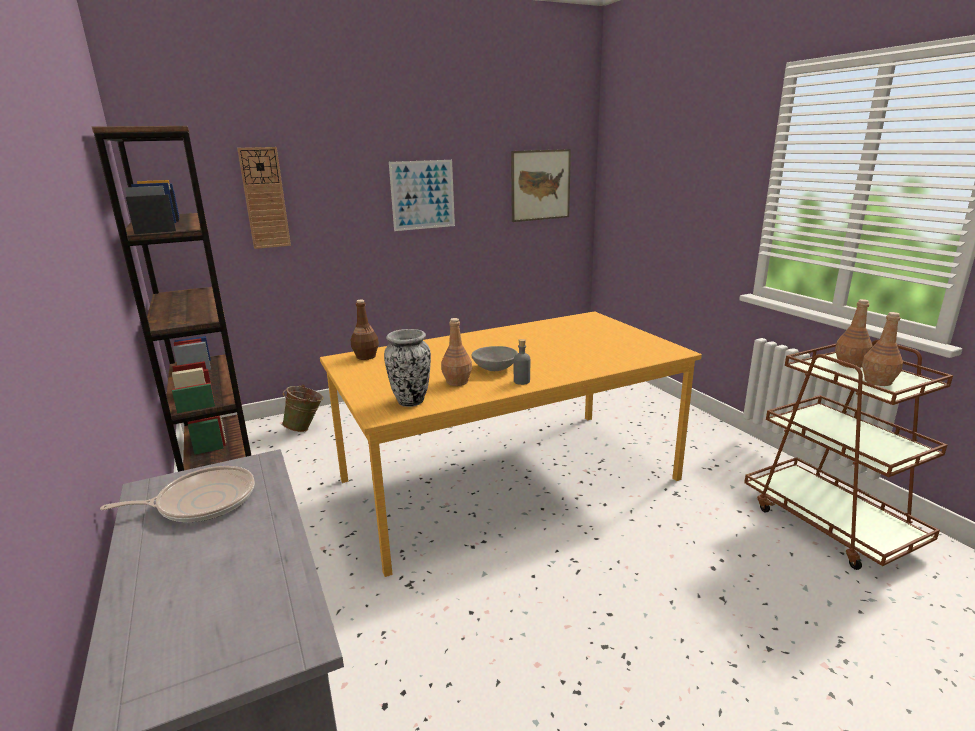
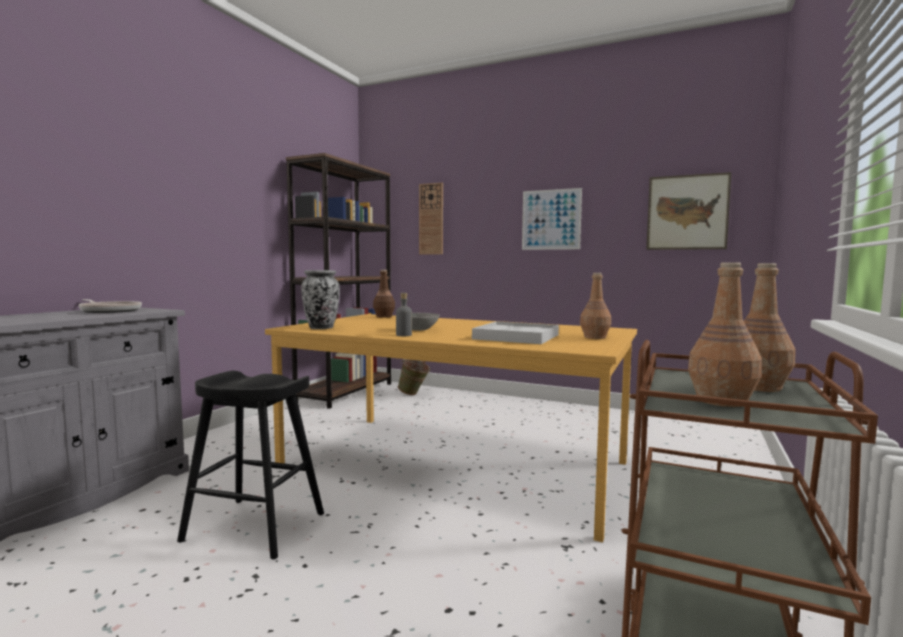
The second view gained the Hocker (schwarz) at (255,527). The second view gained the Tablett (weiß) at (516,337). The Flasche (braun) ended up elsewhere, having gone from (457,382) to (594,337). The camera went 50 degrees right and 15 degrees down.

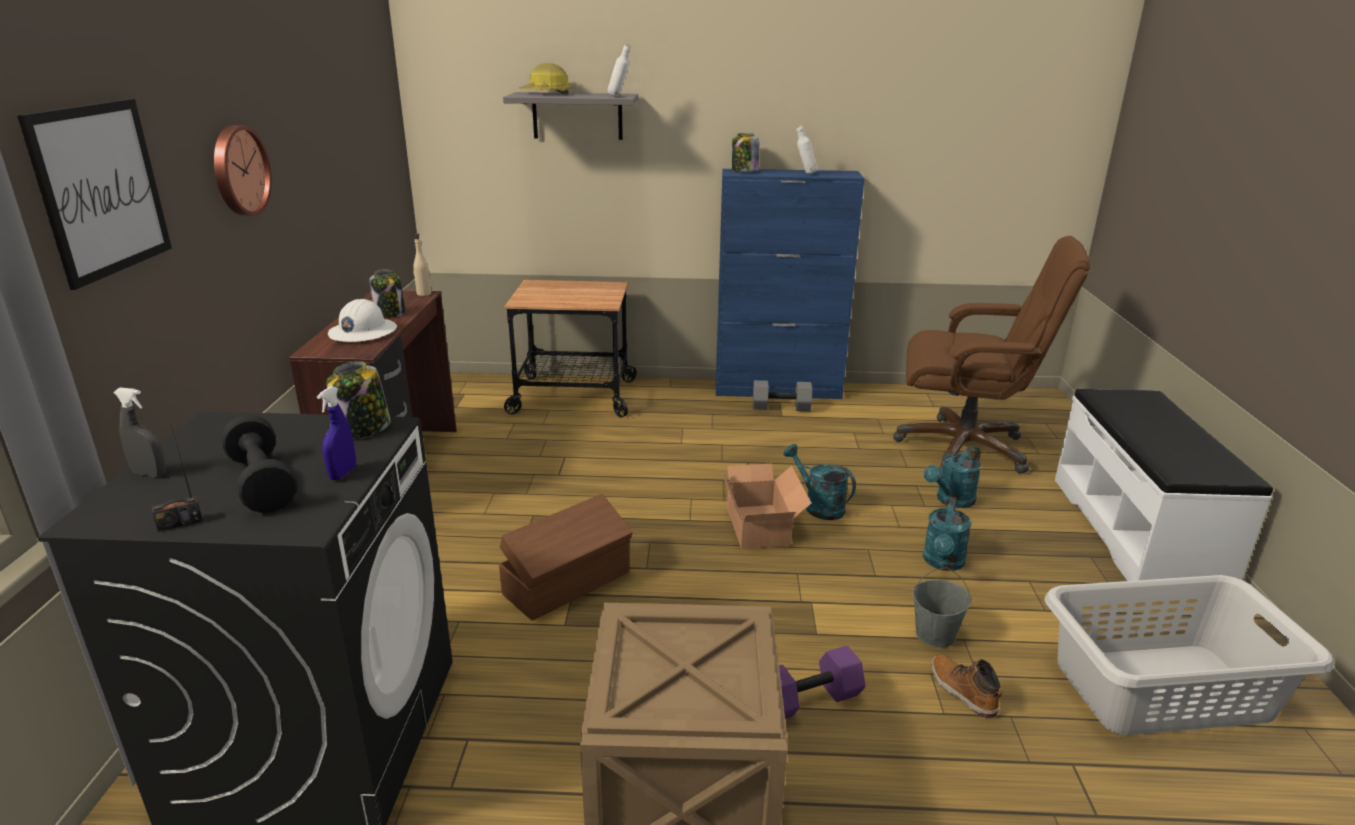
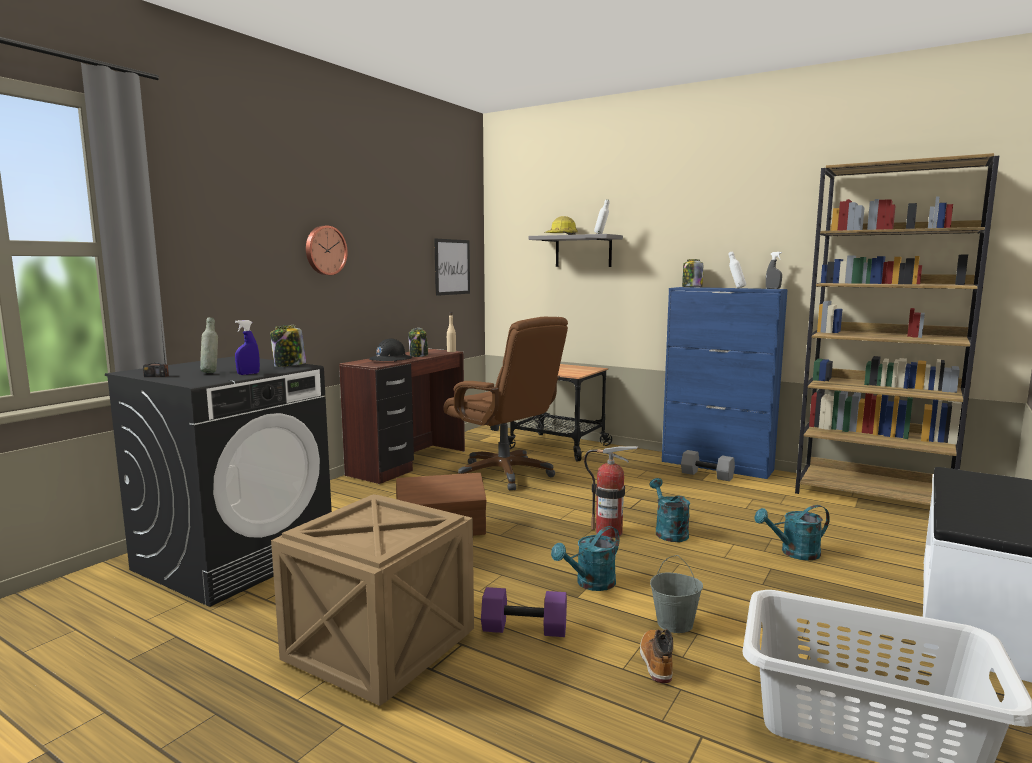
The second view gained the Bücherregal (braun) at (873,495). The Bild ended up elsewhere, having gone from (101,190) to (452,267). The Sprühflasche (grau) ended up elsewhere, having gone from (149,473) to (773,288). The Bürostuhl (braun) ended up elsewhere, having gone from (965,448) to (505,474). The Gießkanne (türkis) ended up elsewhere, having gone from (943,563) to (590,584). Where the Hantel (schwarz) stood at (262,483), the Flasche (grau) came to stand at (211,372). Where the Karton stood at (760,525), the Feuerlöscher came to stand at (609,532). What was the Schutzhelm (weiß) at (362,332) turned into the Schutzhelm (schwarz) at (390,360). The camera went 30 degrees right and 15 degrees down.

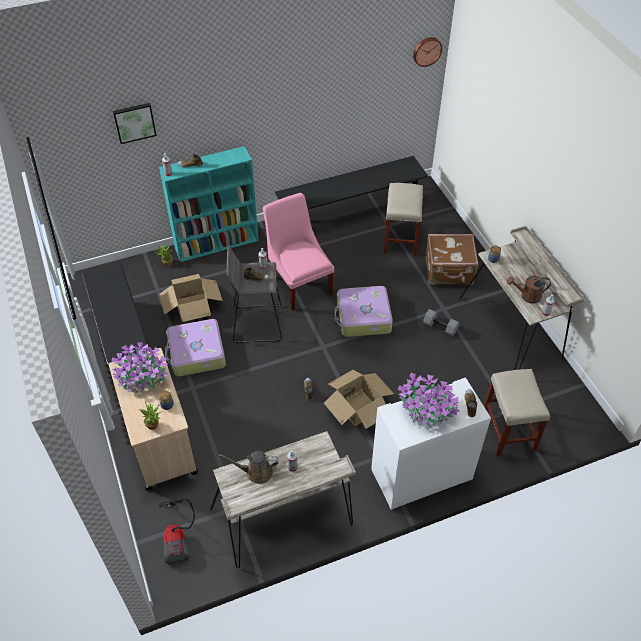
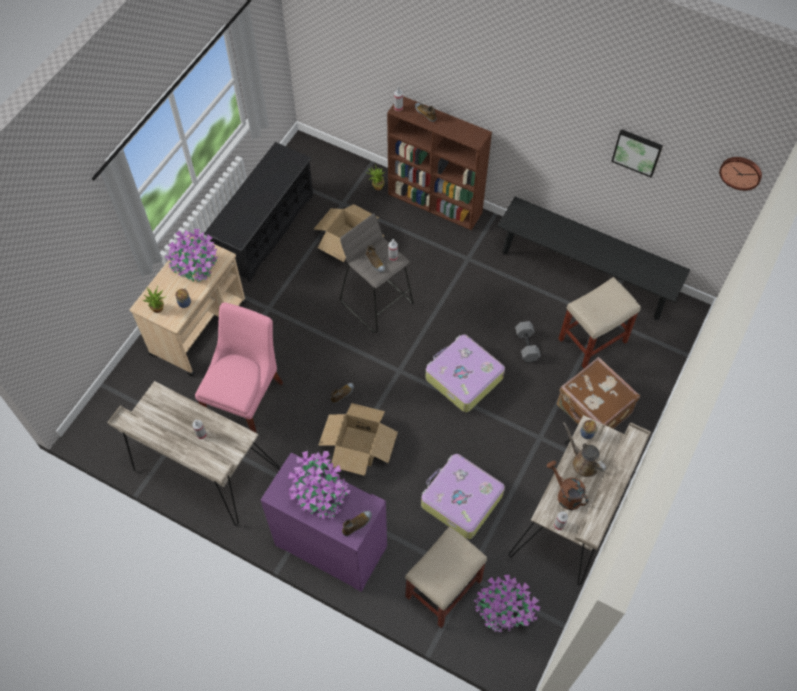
The second view lost the Staubsauger at (178,537). The second view gained the Topfpflanze at (504,610). The Bild ended up elsewhere, having gone from (134,122) to (637,151). The Koffer ended up elsewhere, having gone from (196,353) to (460,500). The Gießkanne (braun) ended up elsewhere, having gone from (256,472) to (583,462). The Stuhl (rosa) ended up elsewhere, having gone from (299,282) to (246,396). The Hantel (grau) ended up elsewhere, having gone from (440,327) to (527,346). What was the Bücherregal (türkis) at (217,244) turned into the Bücherregal (braun) at (436,203). What was the Schrank (weiß) at (421,476) turned into the Schrank (lila) at (330,546). The camera went 50 degrees right and 10 degrees up.

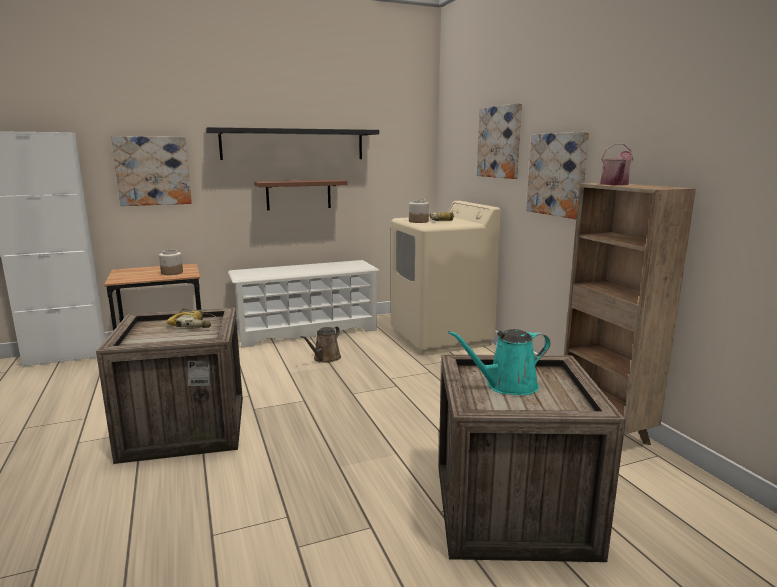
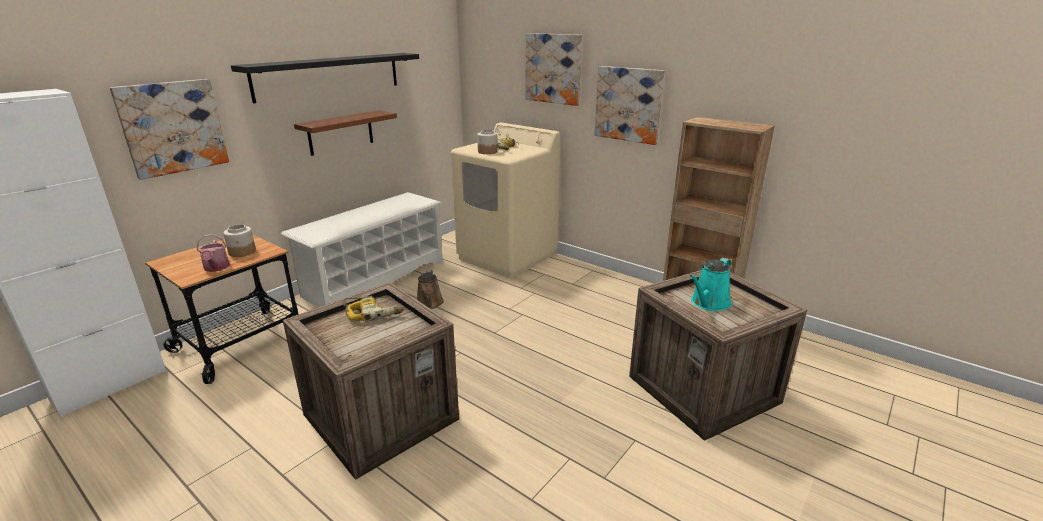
The Gießkanne ended up elsewhere, having gone from (615,184) to (216,268). The camera went 30 degrees left and 10 degrees up.

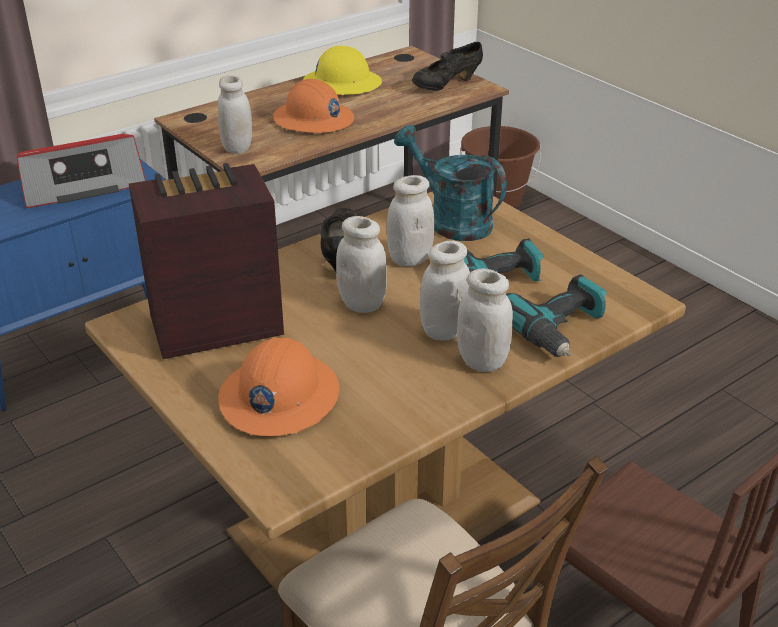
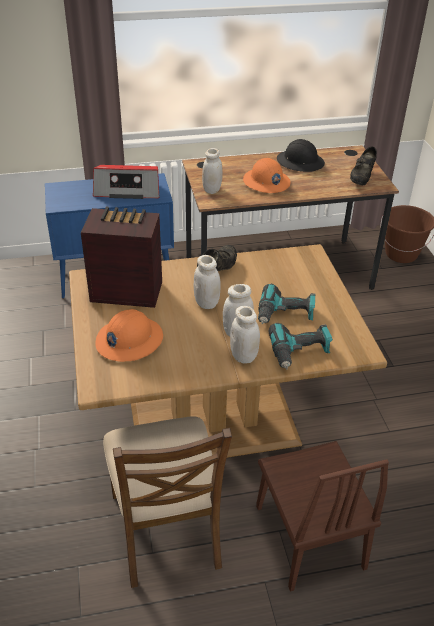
The second view lost the Vorratsglas (weiß) at (409,259). The second view lost the Gießkanne (türkis) at (451,221). What was the Schutzhelm (gelb) at (342,83) turned into the Schutzhelm (schwarz) at (300,162). The Schuh (schwarz) at (446,85) ended up facing another way, 60 degrees counterclockwise from before. The camera went 25 degrees right and 5 degrees up.

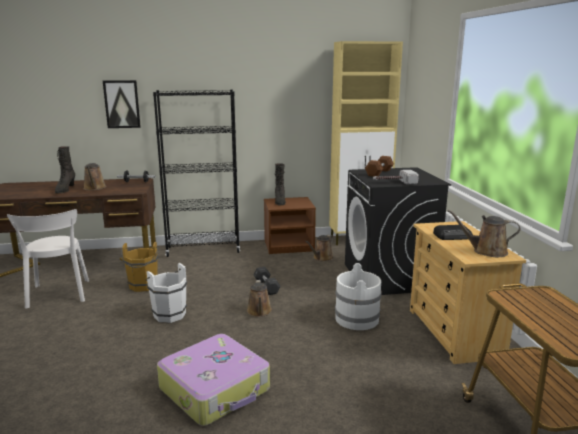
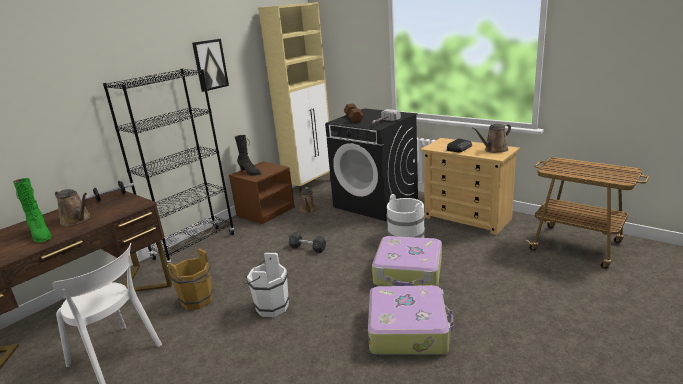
The second view lost the Gießkanne (braun) at (259,312). The second view gained the Koffer at (408,272). The Bild ended up elsewhere, having gone from (122,104) to (210,65). What was the Stiefel (schwarz) at (65,190) turned into the Stiefel (grün) at (41,235). The camera went 40 degrees left and 5 degrees up.

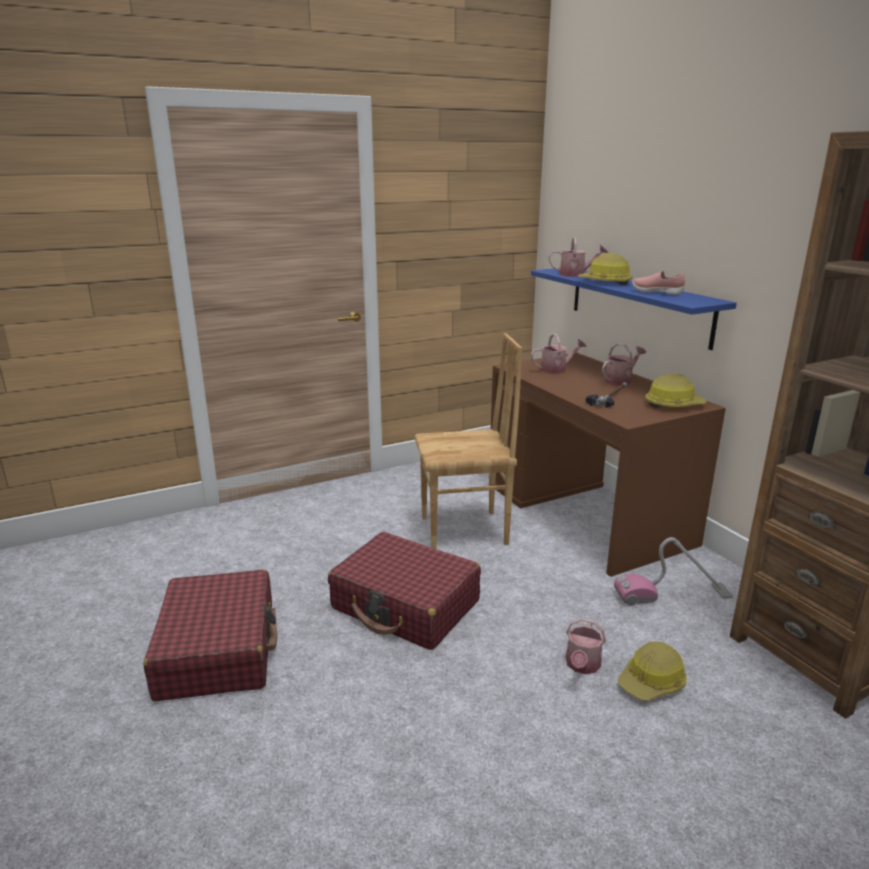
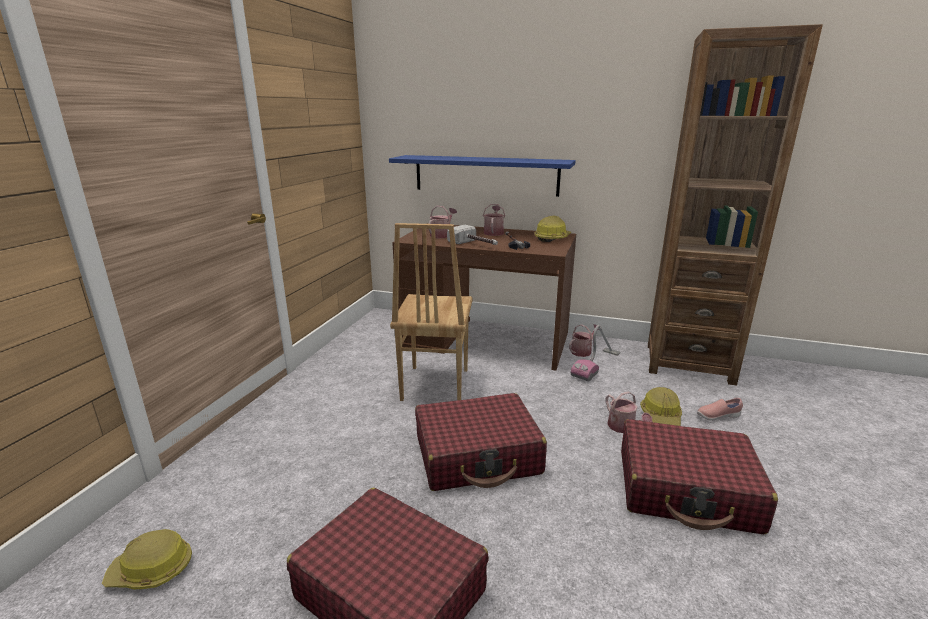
The second view gained the Hammer at (475,244). The second view gained the Koffer (rot) at (686,490). The Gießkanne ended up elsewhere, having gone from (576,274) to (583,351). The Schutzhelm ended up elsewhere, having gone from (605,282) to (152,570). The Schuh (rosa) ended up elsewhere, having gone from (657,293) to (717,416). The Stuhl (braun) at (465,531) ended up facing another way, 150 degrees clockwise from before. The camera went 45 degrees left and 0 degrees up.

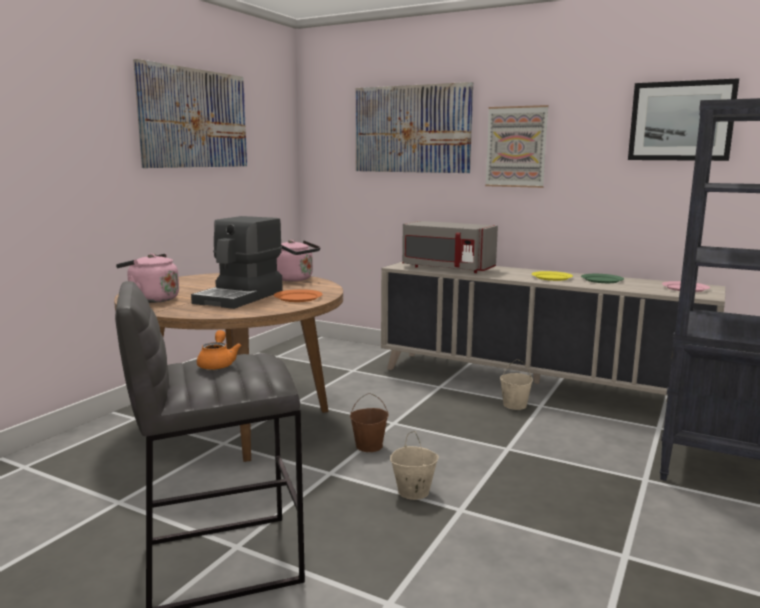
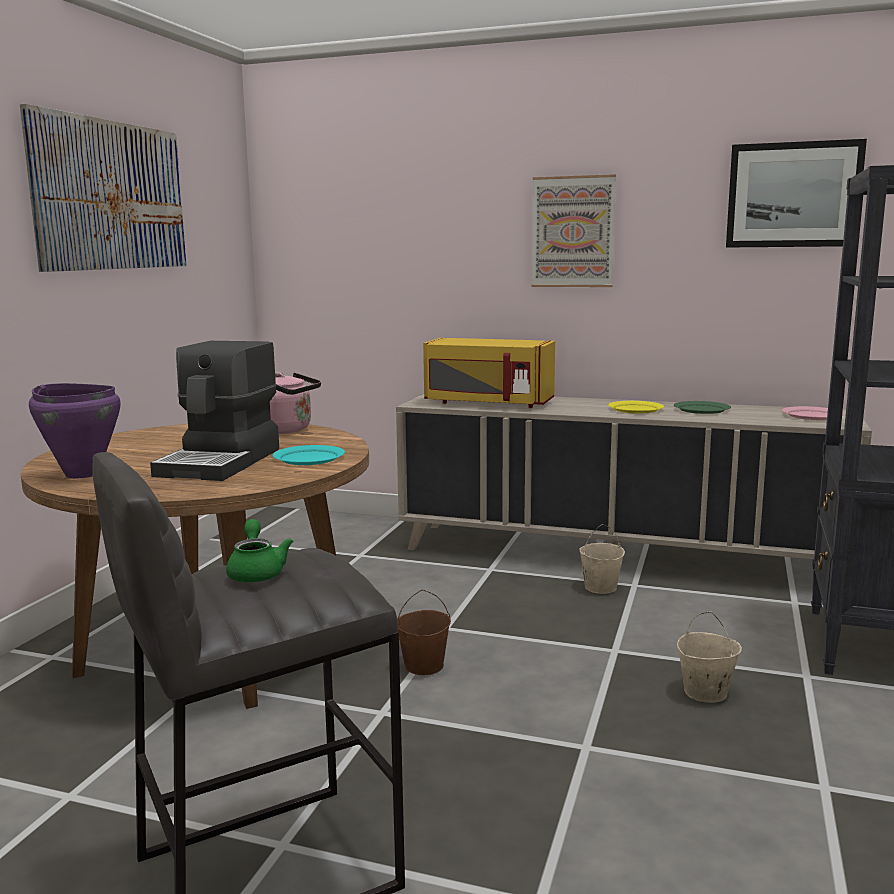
The second view lost the Bild at (412,129). The Eimer (beige) ended up elsewhere, having gone from (413,492) to (705,693). Where the Wasserkessel (rosa) stood at (151,299), the Kochtopf (lila) came to stand at (82,474). What was the Teekanne (orange) at (218,364) turned into the Teekanne (grün) at (256,572). What was the Teller (orange) at (298,298) turned into the Teller (türkis) at (309,458). What was the Mikrowelle (grau) at (446,268) turned into the Mikrowelle (gelb) at (487,403). The camera went 10 degrees left and 0 degrees up.

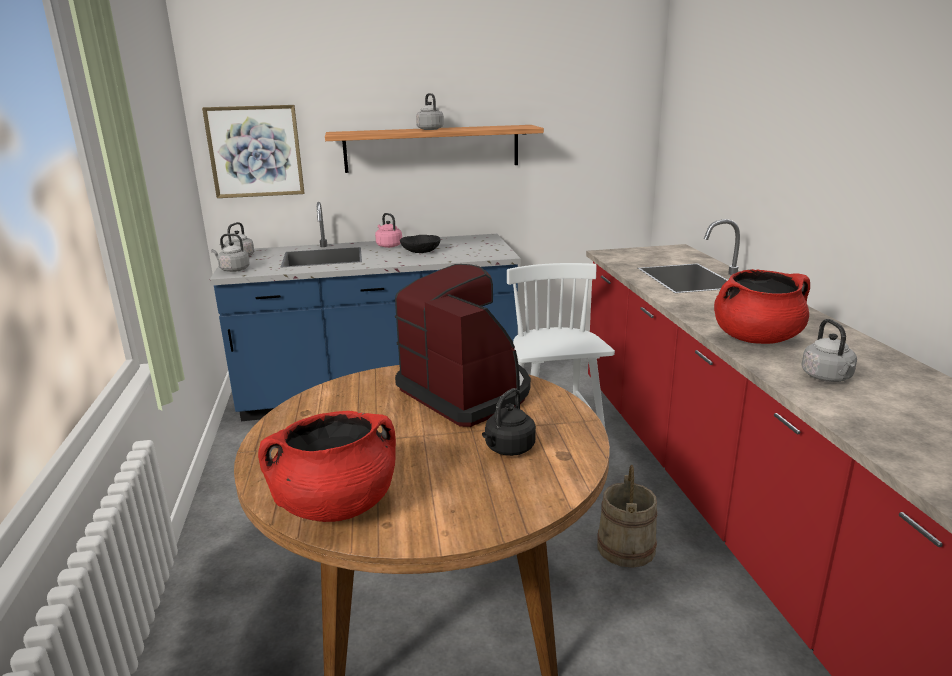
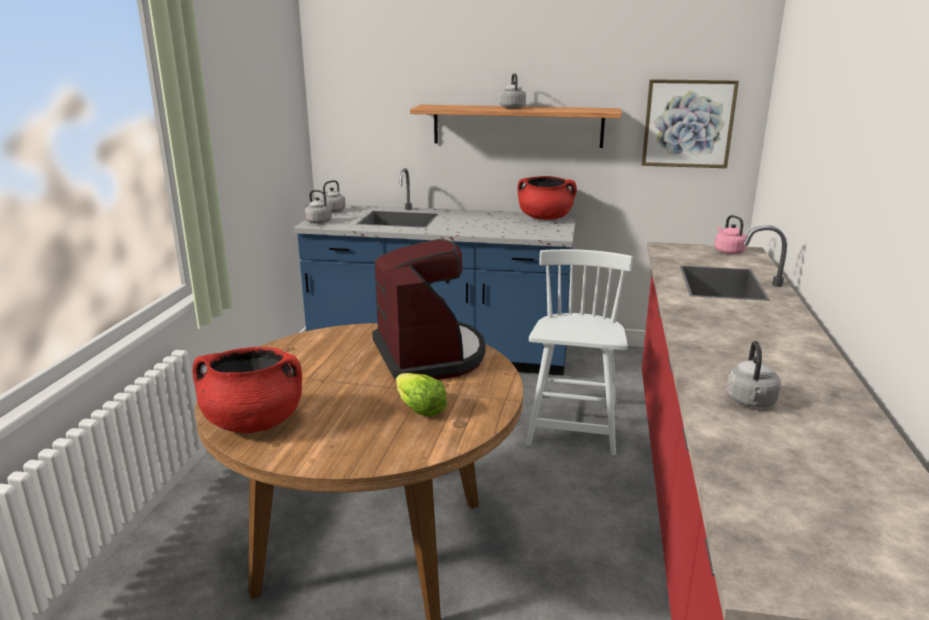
The second view lost the Schüssel (schwarz) at (421,251). The second view lost the Eimer (beige) at (626,548). The Bild ended up elsewhere, having gone from (255,151) to (688,124). The Wasserkessel (rosa) ended up elsewhere, having gone from (388,245) to (728,251). The Kochtopf (rot) ended up elsewhere, having gone from (756,338) to (545,218). Where the Wasserkessel (schwarz) stood at (508,449), the Salatkopf came to stand at (419,409). The camera went 20 degrees right and 0 degrees up.

